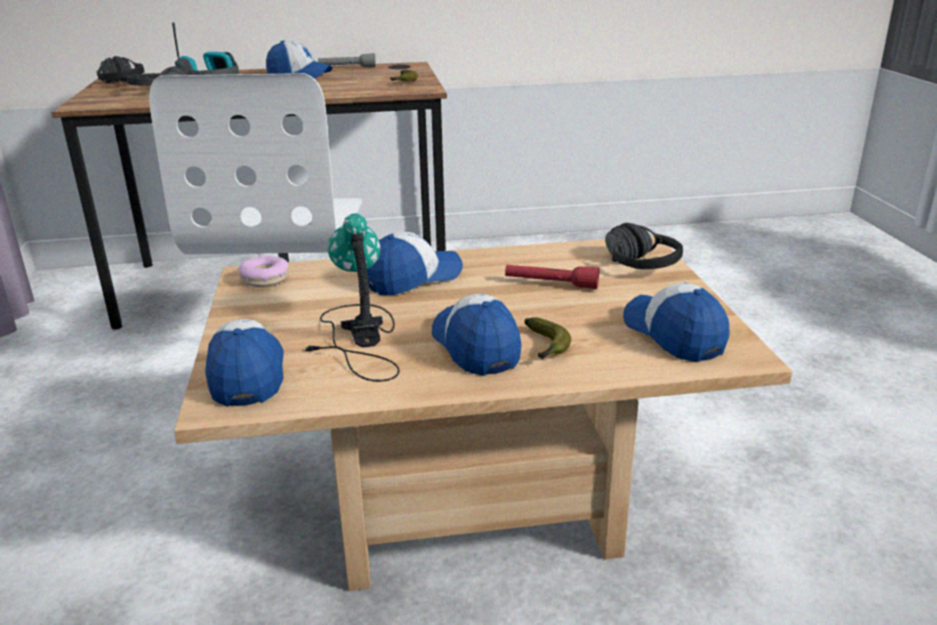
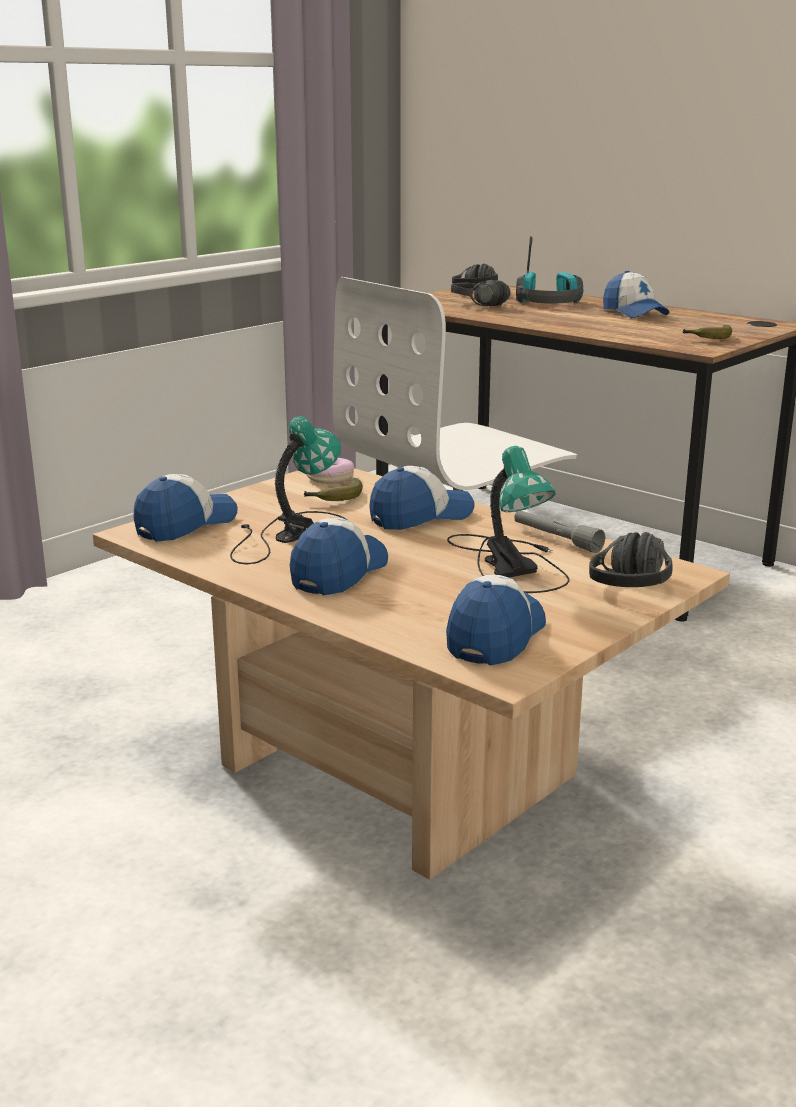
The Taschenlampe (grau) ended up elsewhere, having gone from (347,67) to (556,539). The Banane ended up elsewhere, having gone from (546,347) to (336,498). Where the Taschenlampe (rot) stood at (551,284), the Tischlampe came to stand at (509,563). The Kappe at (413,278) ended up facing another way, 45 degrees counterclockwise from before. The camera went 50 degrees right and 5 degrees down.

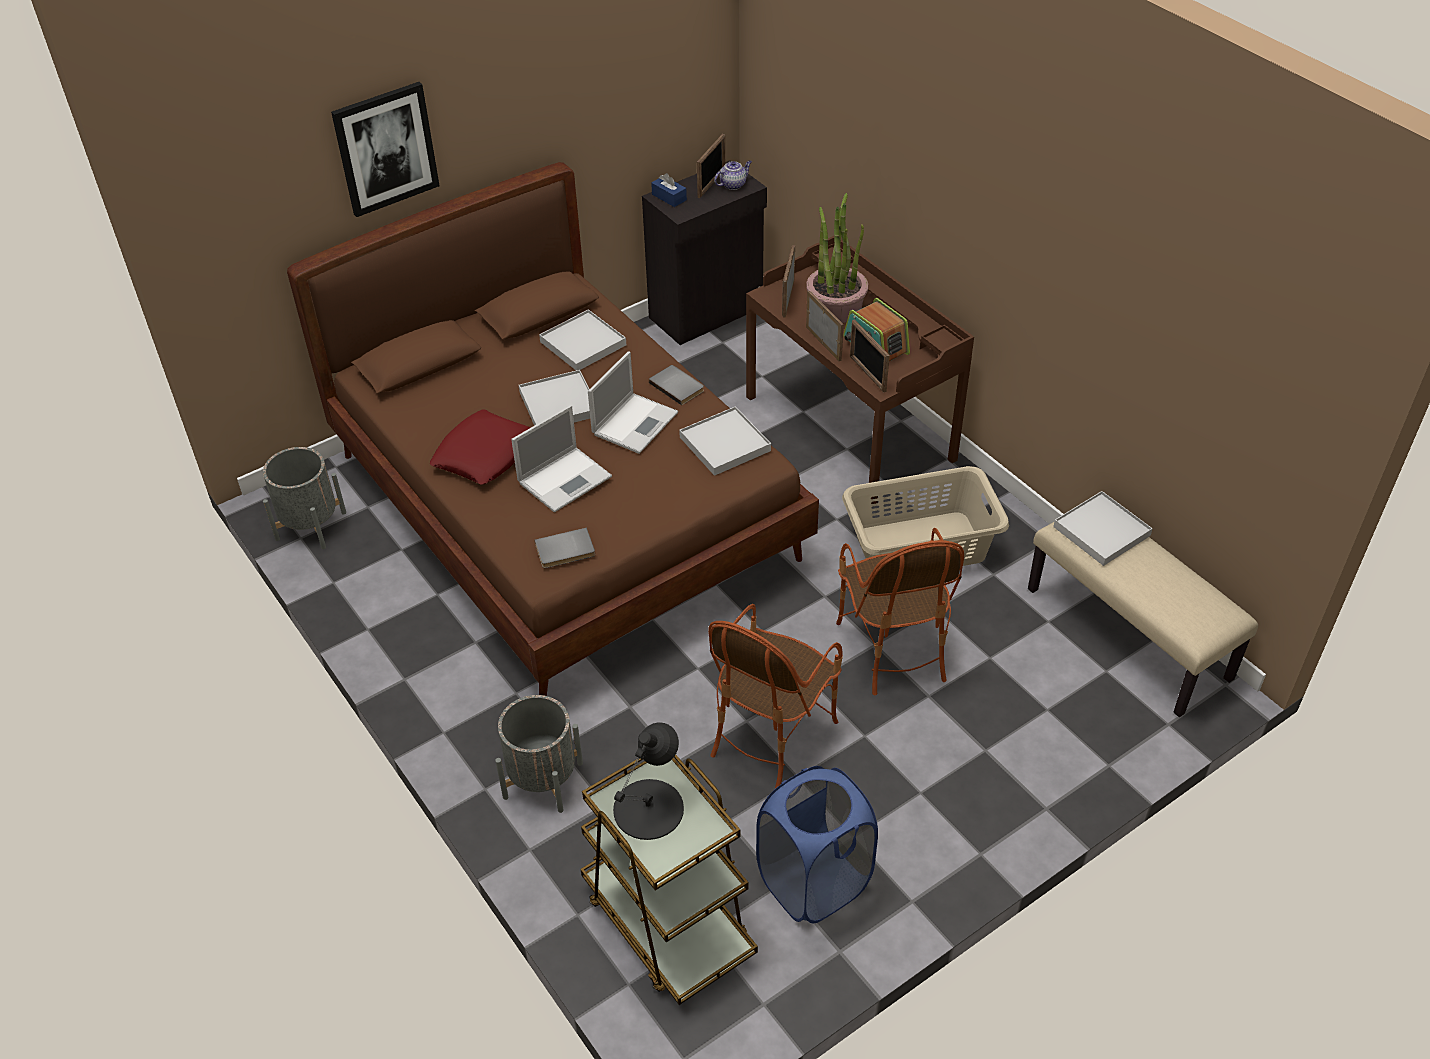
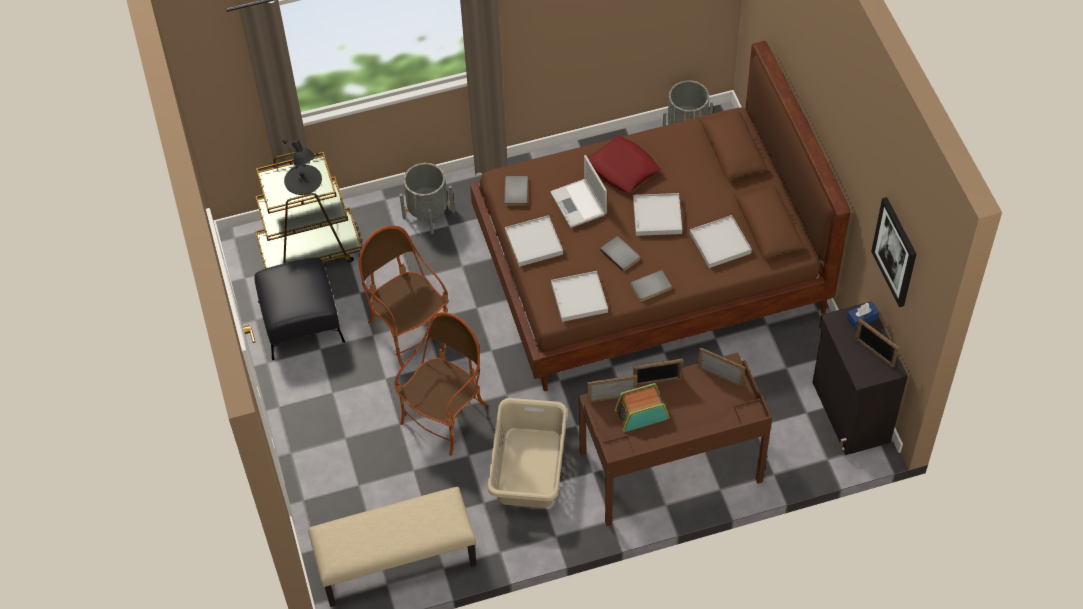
The second view lost the Teekanne at (733,184). The second view lost the Topfpflanze at (836,307). The Bild ended up elsewhere, having gone from (385,148) to (895,252). The Tablett (weiß) ended up elsewhere, having gone from (1102,531) to (533,243). Where the Laptop stood at (635,422), the Buch (grau) came to stand at (621,254). Where the Wäschekorb (blau) stood at (813,882), the Polsterhocker (schwarz) came to stand at (301,321). The Sessel at (892,649) ended up facing another way, 120 degrees clockwise from before. The camera went 110 degrees right and 10 degrees up.

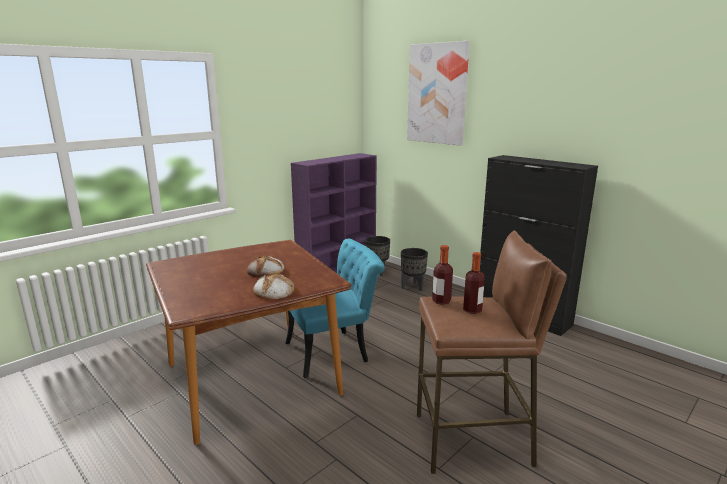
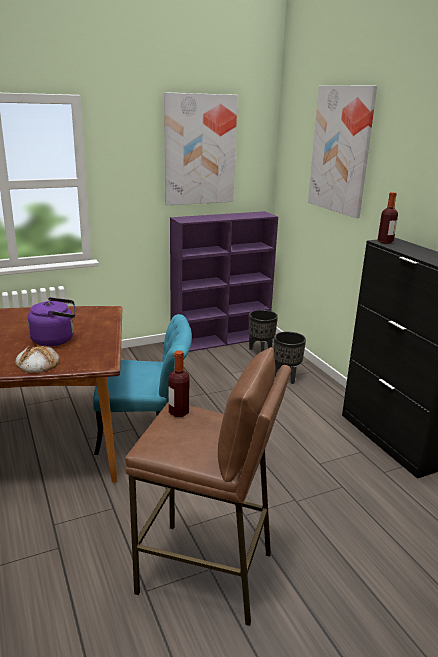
The second view gained the Bild at (199,150). The Flasche ended up elsewhere, having gone from (472,310) to (385,242). Where the Brot stood at (266,271), the Wasserkessel (lila) came to stand at (56,339). The camera went 20 degrees right and 5 degrees up.

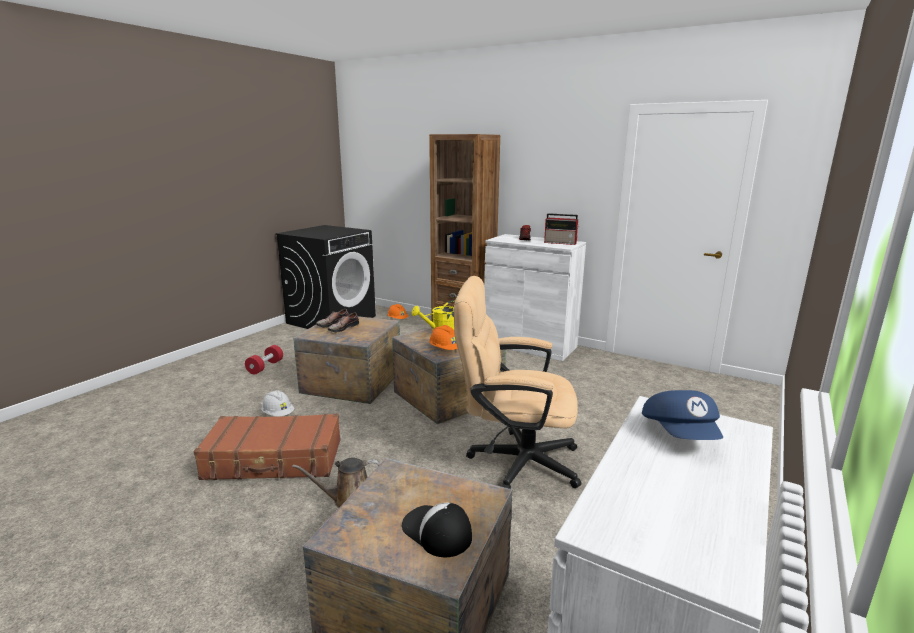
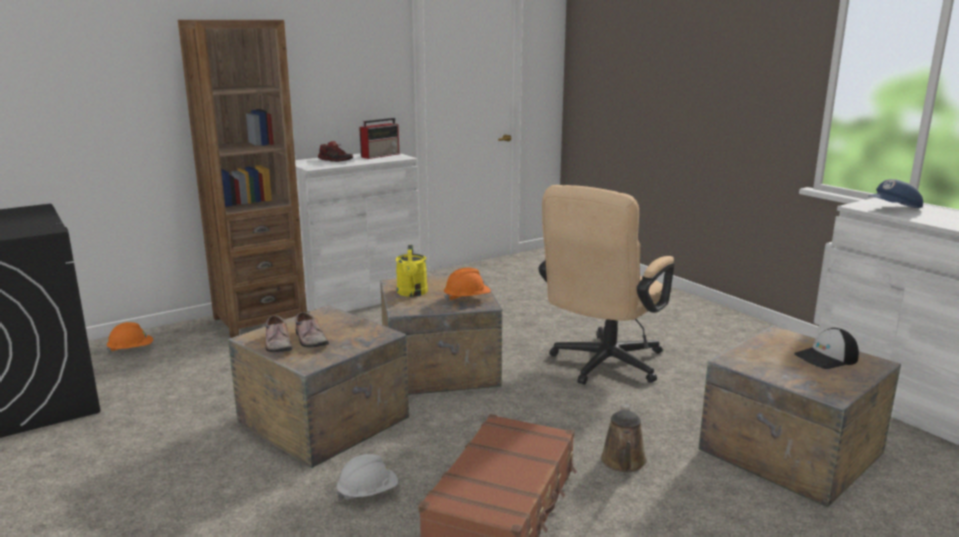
The second view lost the Hantel (rot) at (265,367). The Kappe (blau) at (681,435) ended up facing another way, 135 degrees clockwise from before. The camera went 65 degrees left and 0 degrees up.

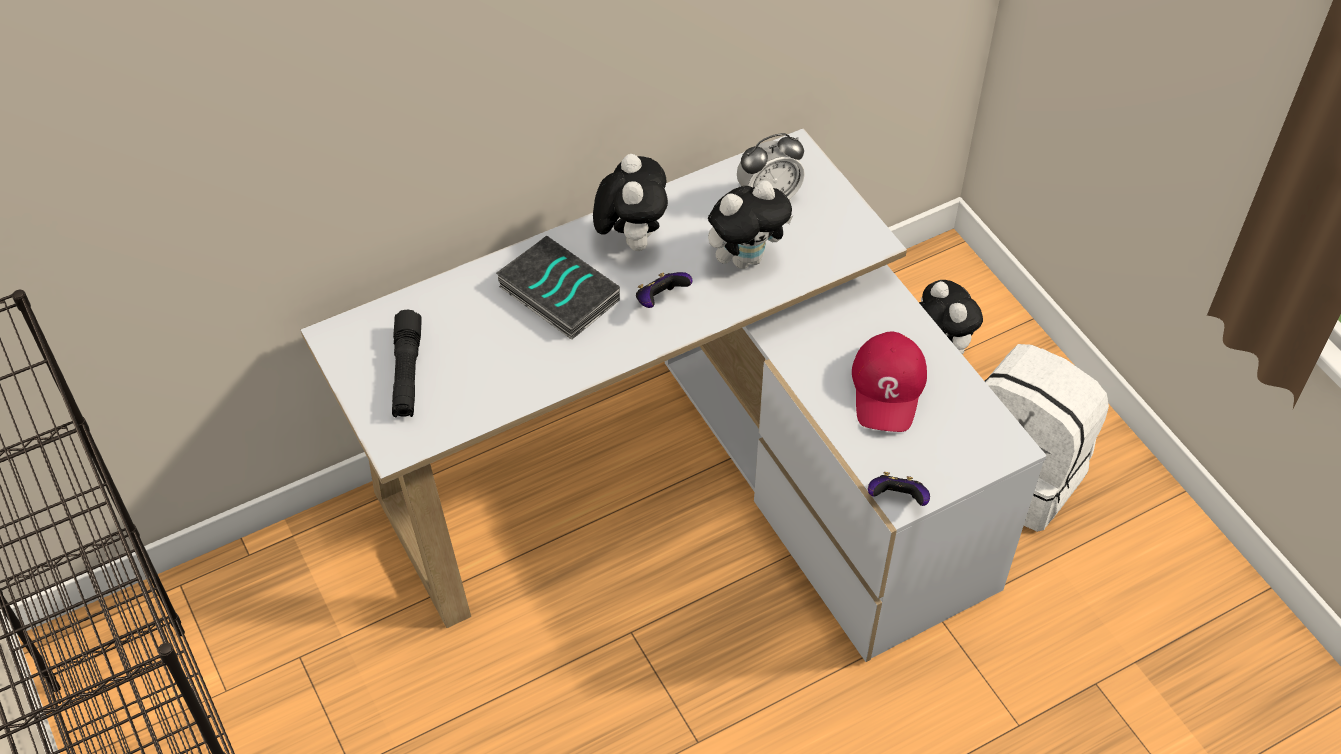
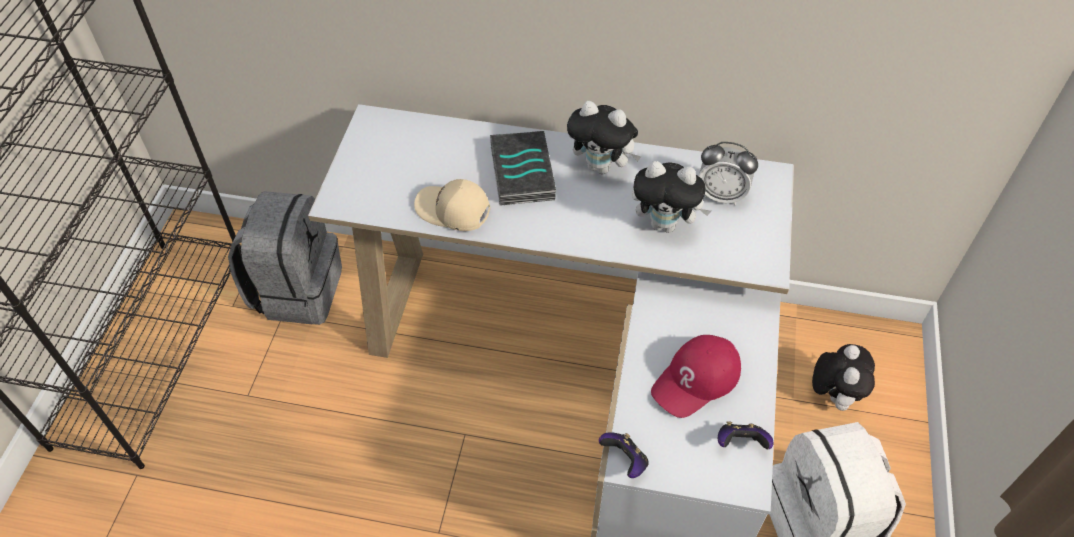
The second view lost the Taschenlampe (schwarz) at (407,372). The second view gained the Rucksack (grau) at (297,290). The second view gained the Kappe (beige) at (453,211). The Gamepad ended up elsewhere, having gone from (660,300) to (740,443). The Plüschtier at (631,238) ended up facing another way, 75 degrees clockwise from before. The camera went 40 degrees right and 0 degrees up.

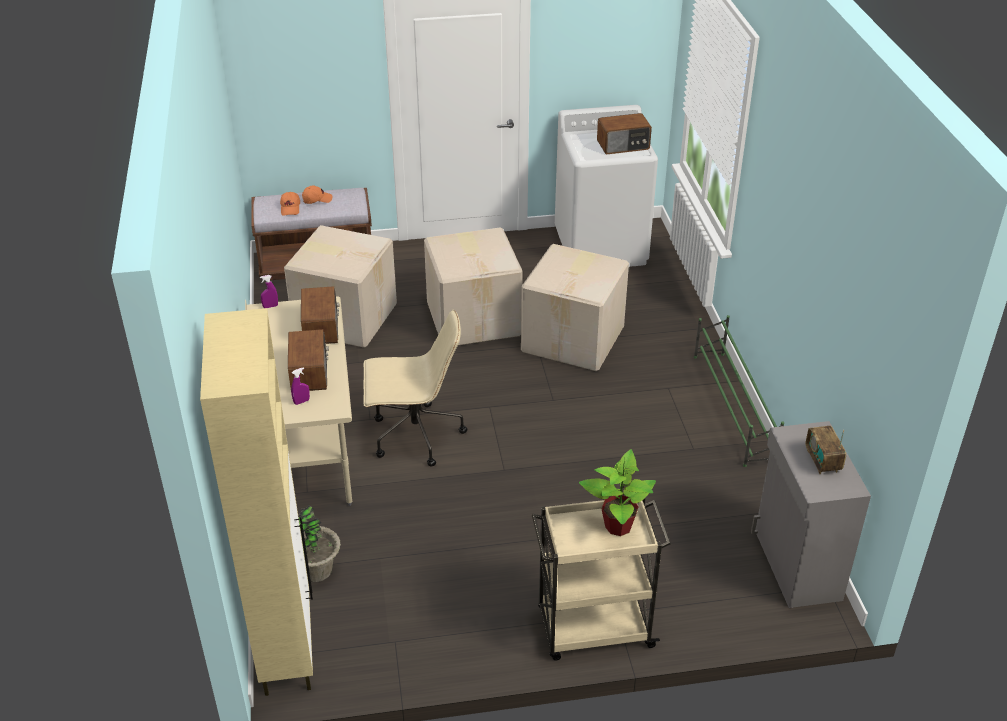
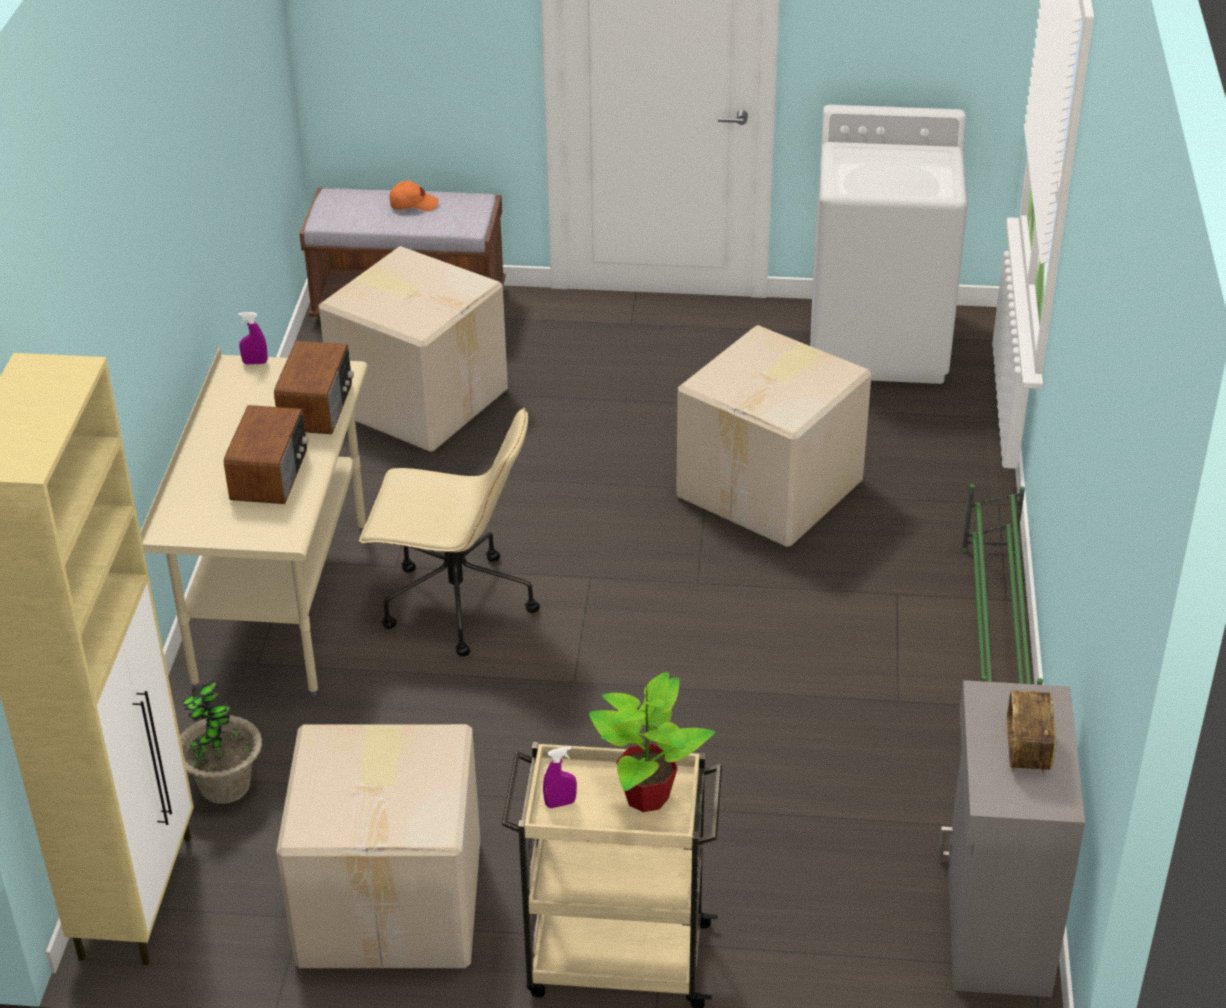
The second view lost the Kappe (orange) at (290,208). The second view lost the Radio at (623,145). The Sprühflasche (lila) ended up elsewhere, having gone from (301,401) to (560,803). The Karton ended up elsewhere, having gone from (474,318) to (393,901). The camera went 15 degrees right and 0 degrees up.

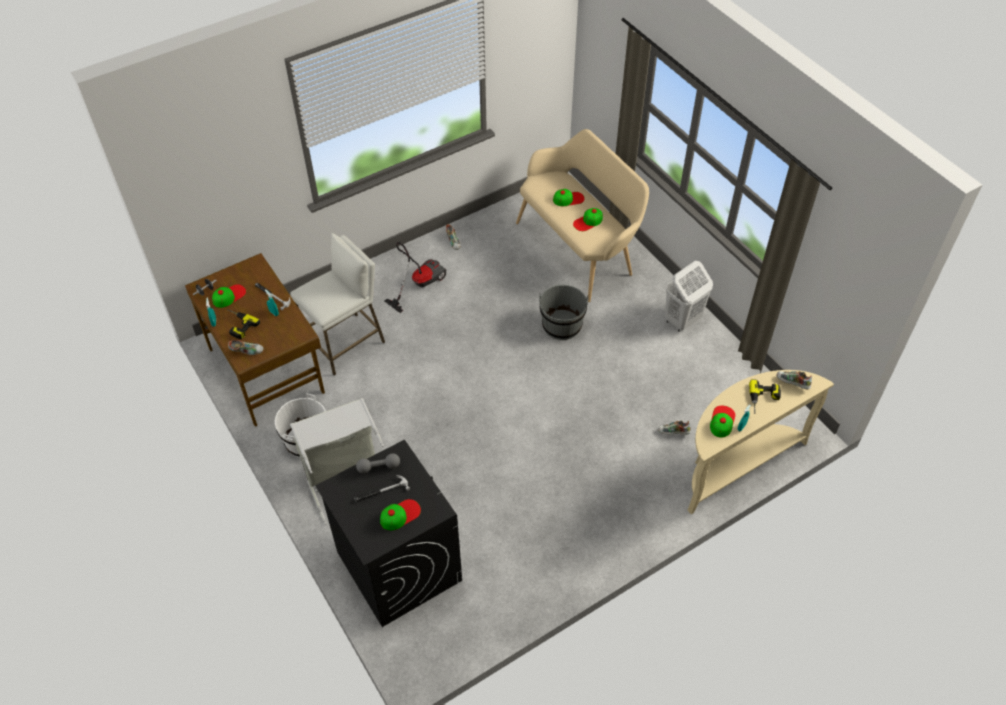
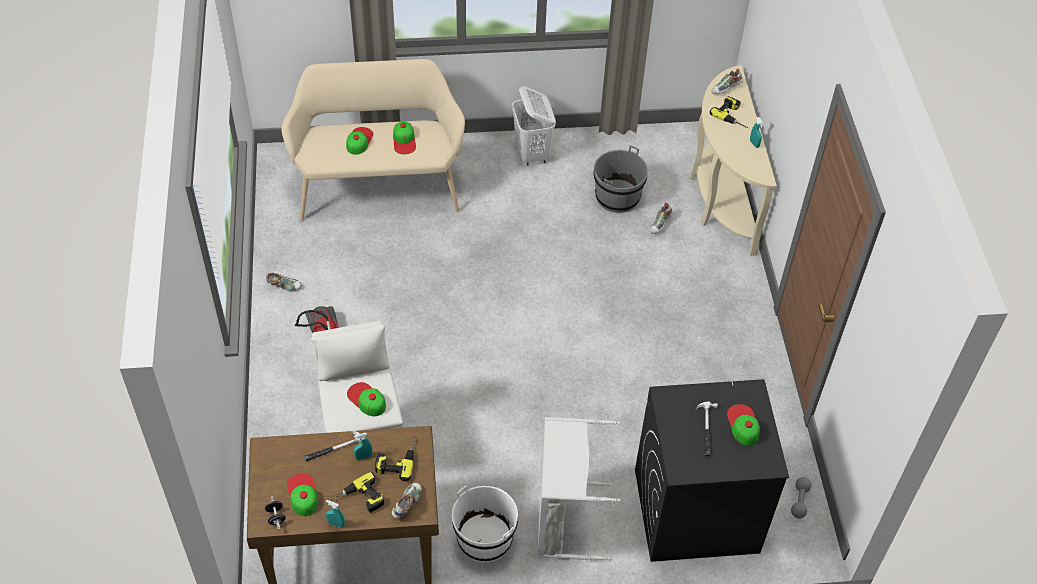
The second view gained the Bohrmaschine at (396,458). The Hantel (grau) ended up elsewhere, having gone from (378,467) to (799,501). The Eimer (grau) ended up elsewhere, having gone from (562,325) to (617,197). The Kappe ended up elsewhere, having gone from (722,421) to (366,399). The camera went 65 degrees left and 0 degrees up.

